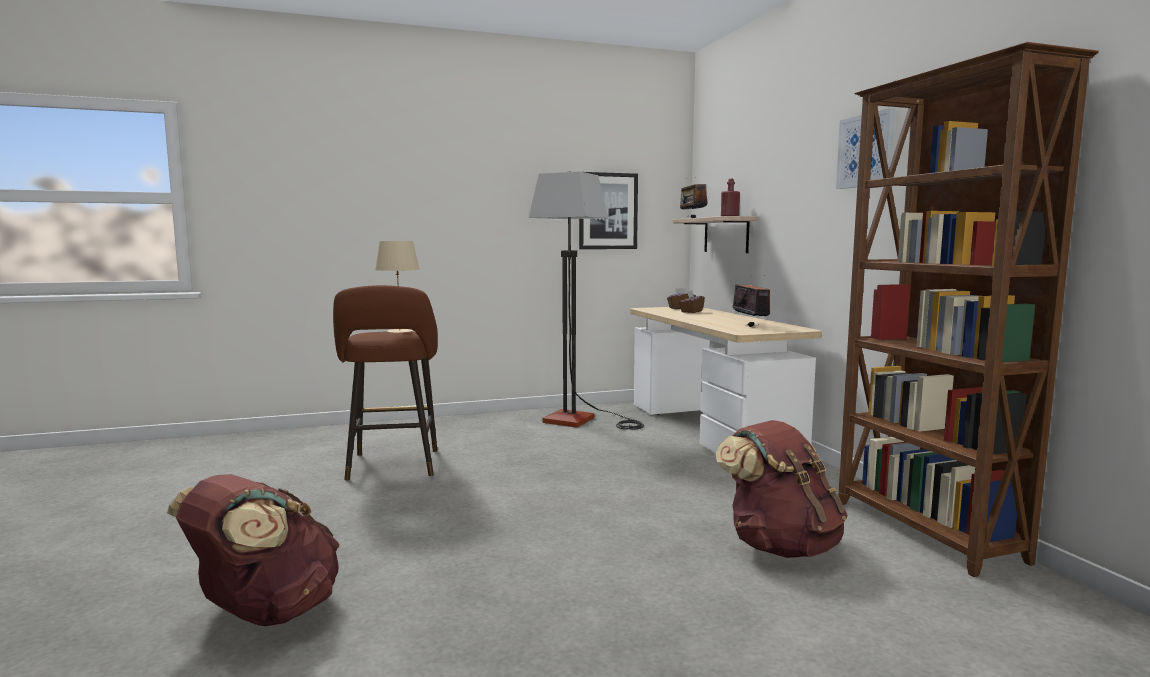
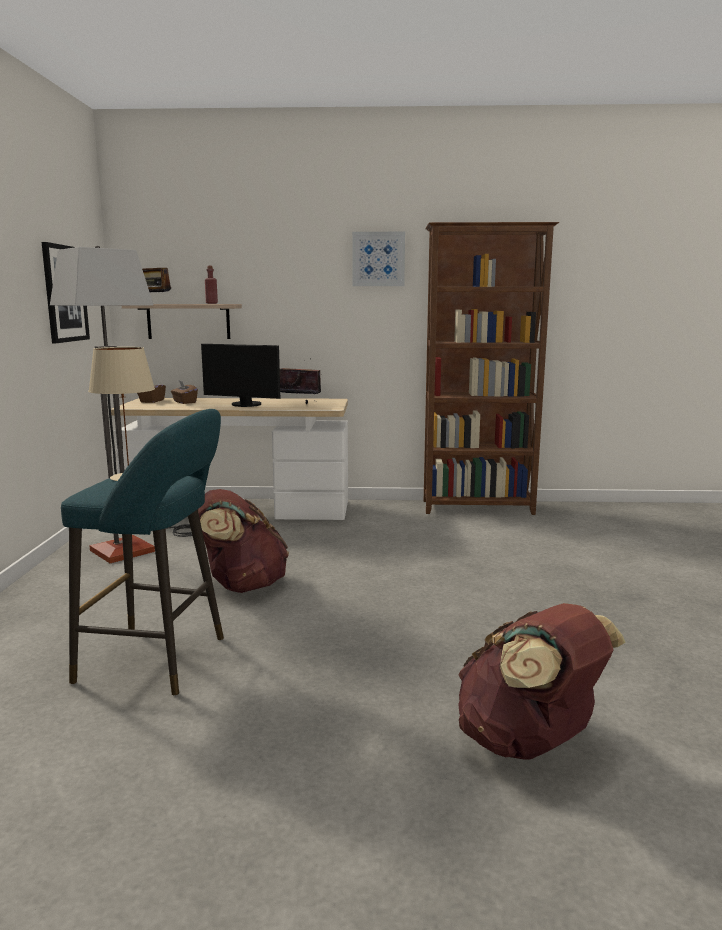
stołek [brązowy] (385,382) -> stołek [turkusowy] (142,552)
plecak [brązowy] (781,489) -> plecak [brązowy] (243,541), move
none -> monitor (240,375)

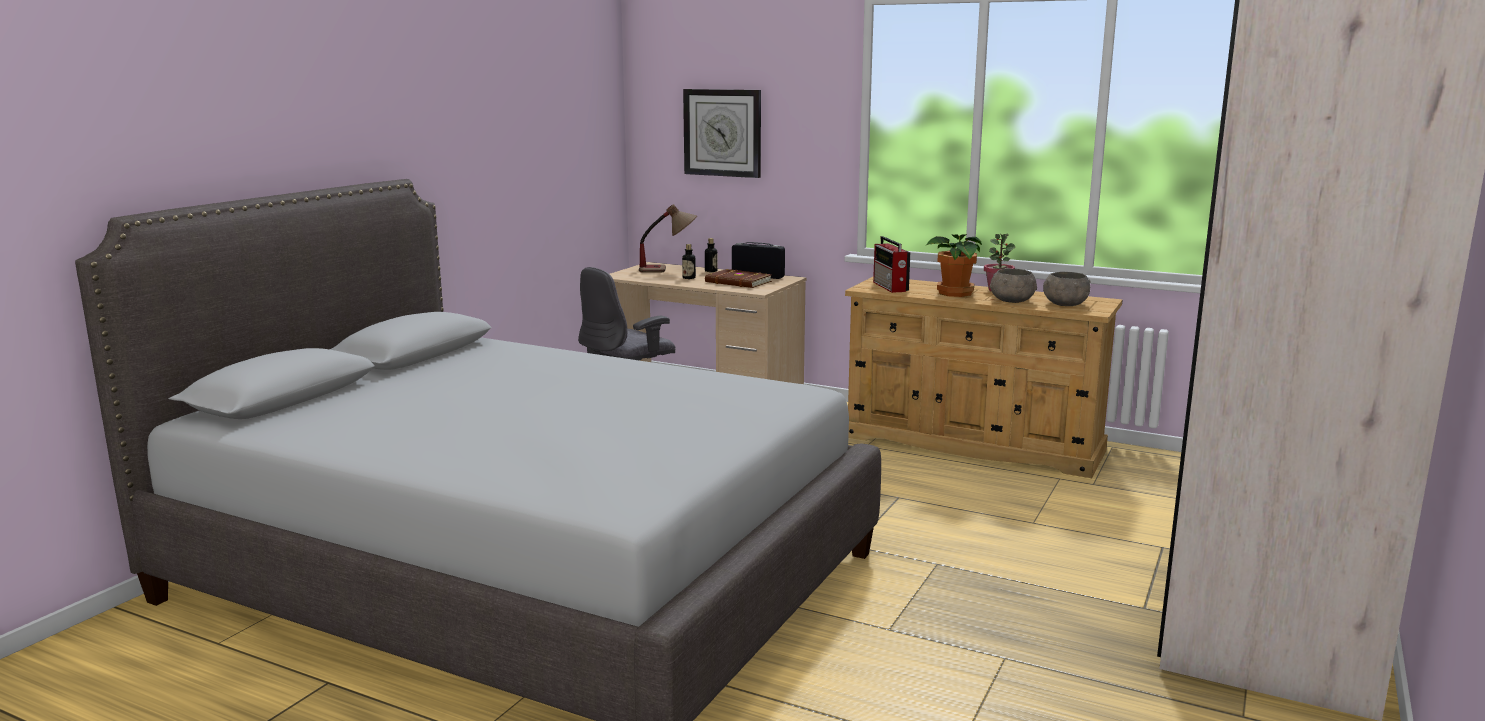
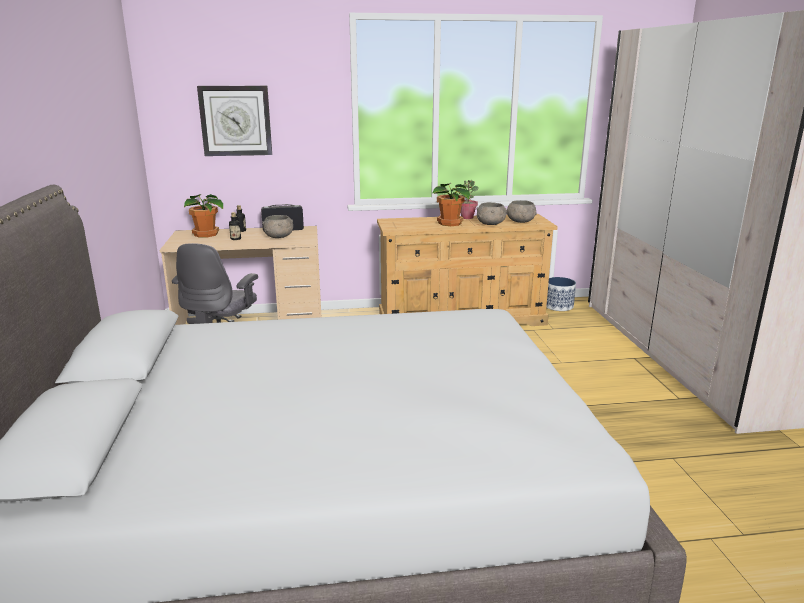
lampa stołowa (668,238) -> roślina doniczkowa (203,216)
książka [brązowy] (738,278) -> miska [szary] (277,226)
none -> donica (561,294)
radio (891,264) -> none

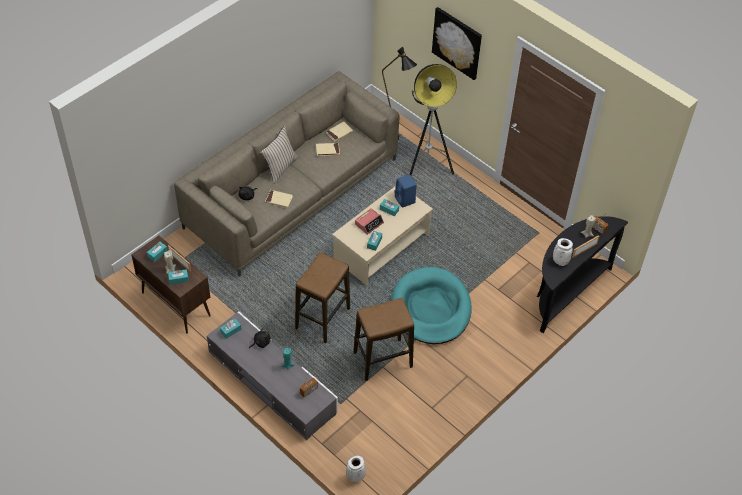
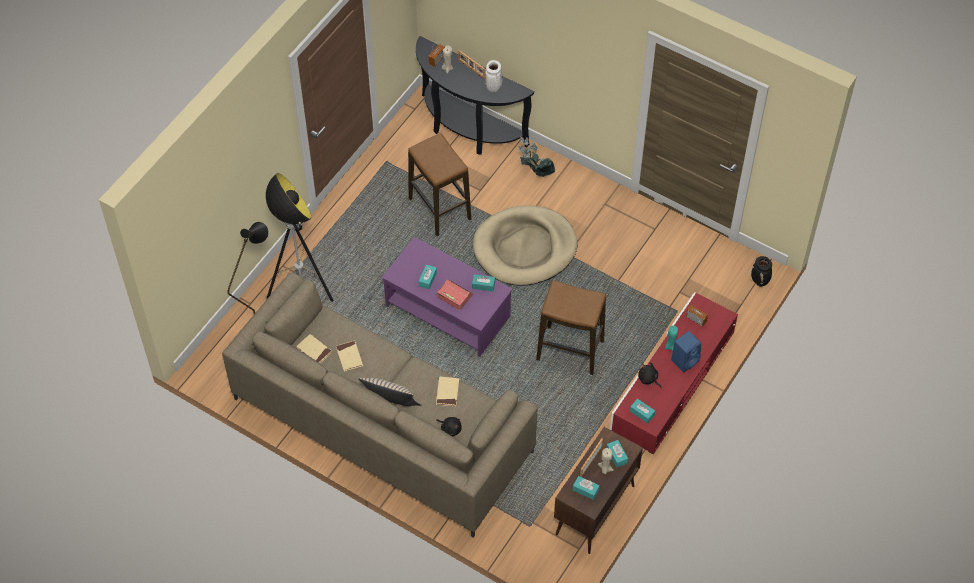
ława [beżowy] (382,236) -> ława [fioletowy] (447,297)
stołek (383,339) -> stołek (439,184), move
legowisko [turkusowy] (432,305) -> legowisko [beżowy] (525,245)
none -> roślina doniczkowa (536,157)
szafka pod telewizor [szary] (272,375) -> szafka pod telewizor [czerwony] (674,373)
głośnik [niebieski] (406,191) -> głośnik [niebieski] (686,351), move
wazon [biały] (356,469) -> wazon [czarny] (761,271)
obraz (457,43) -> none

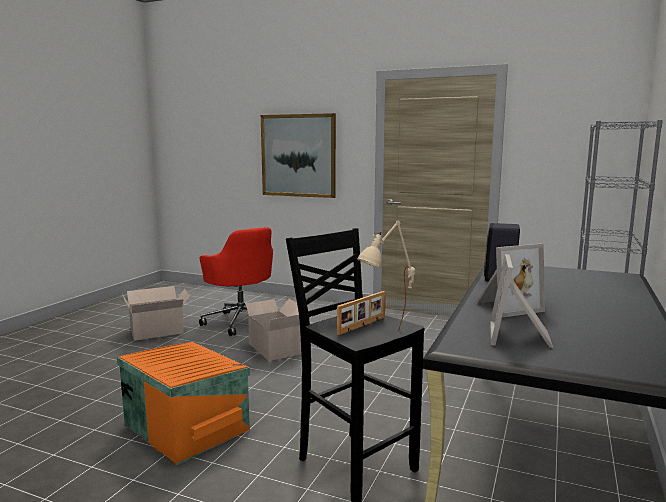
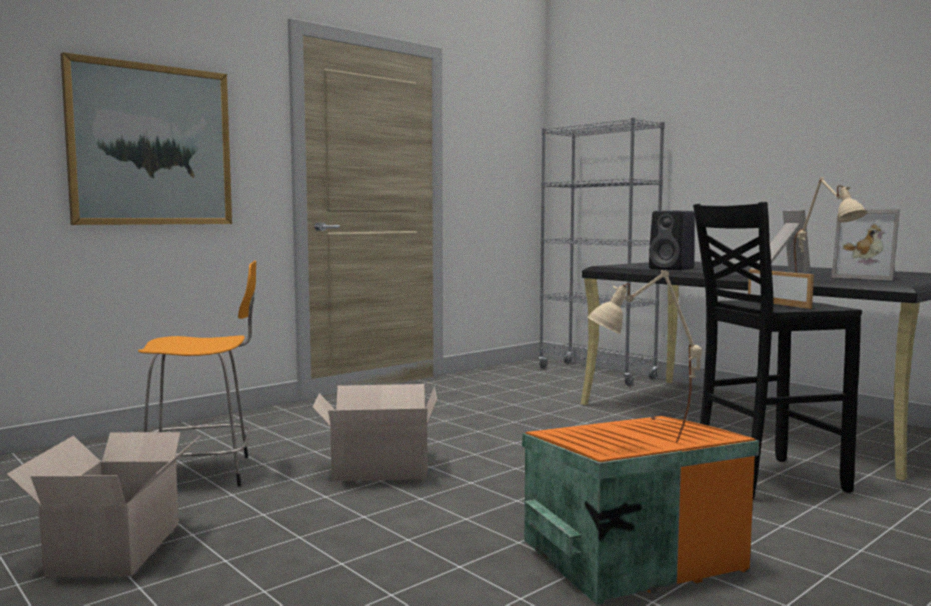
krzesło biurowe [czerwony] (236,281) -> stołek [pomarańczowy] (197,374)
none -> lampa stołowa [beżowy] (644,356)

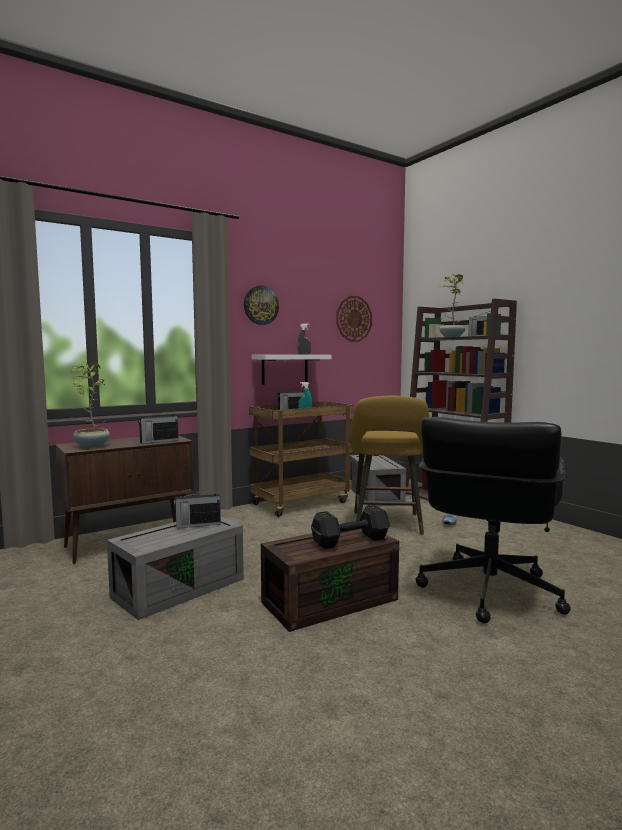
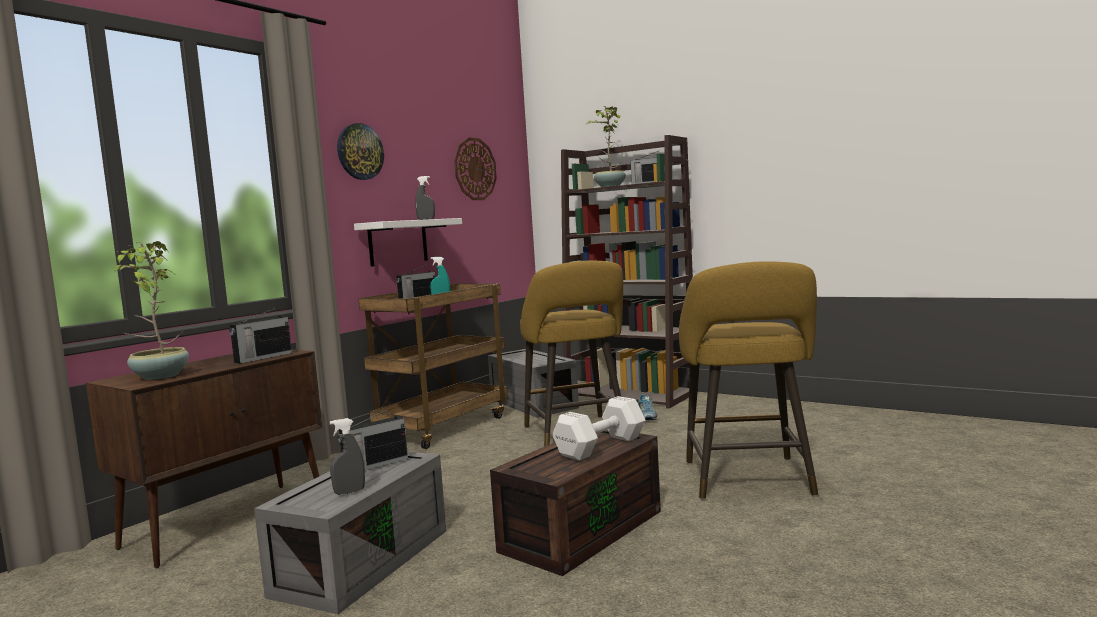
none -> spryskiwacz [szary] (347,456)
hantel [czarny] (350,527) -> hantel [biały] (599,428)
krzesło biurowe [czarny] (493,520) -> stołek [żółty] (748,380)

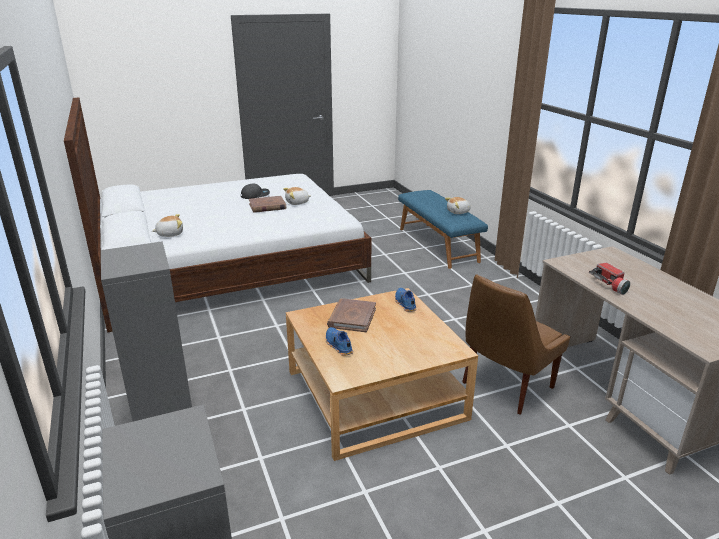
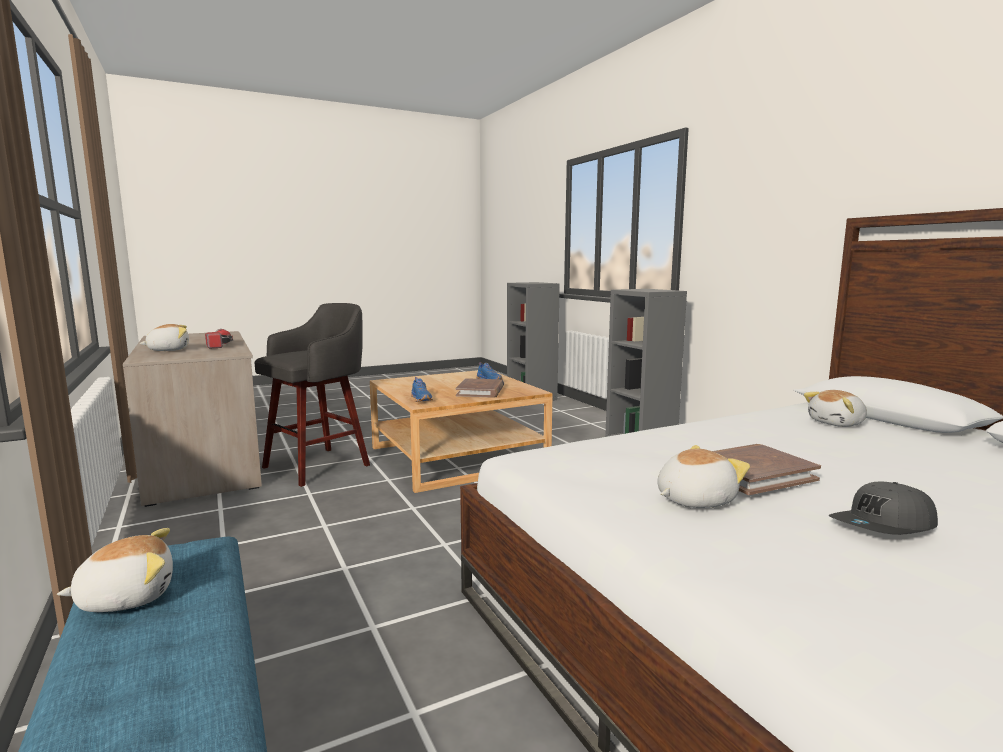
none -> pluszak (164,337)
krzesło [brązowy] (516,344) -> stołek [szary] (312,395)

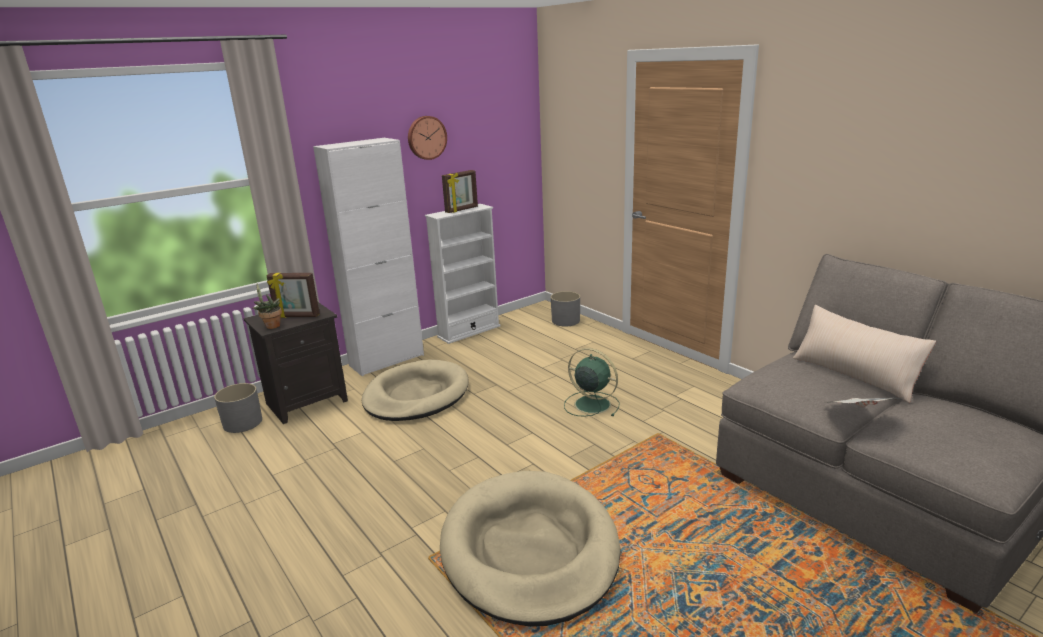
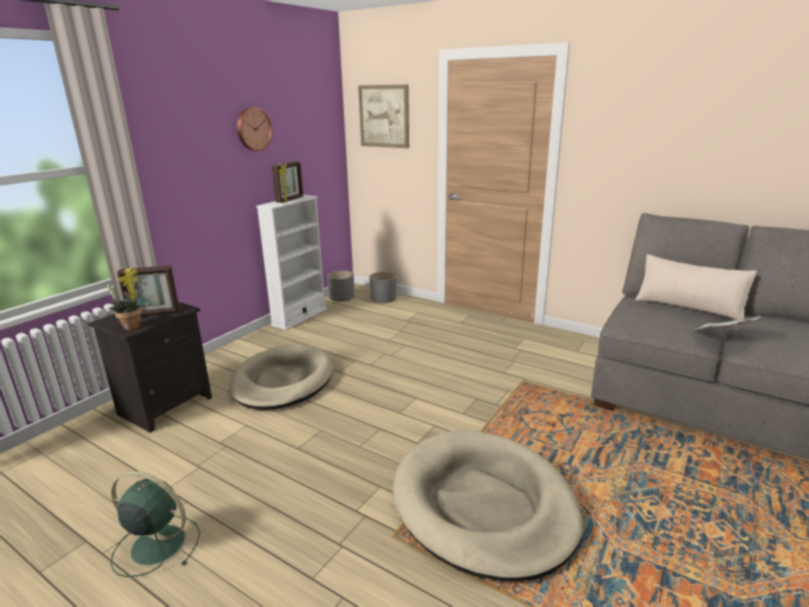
wentylator [zielony] (592,382) -> wentylator [zielony] (155,524), move
donica [szary] (238,408) -> donica [szary] (340,286), move
none -> obraz (383,116)
szafka [biały] (368,257) -> none

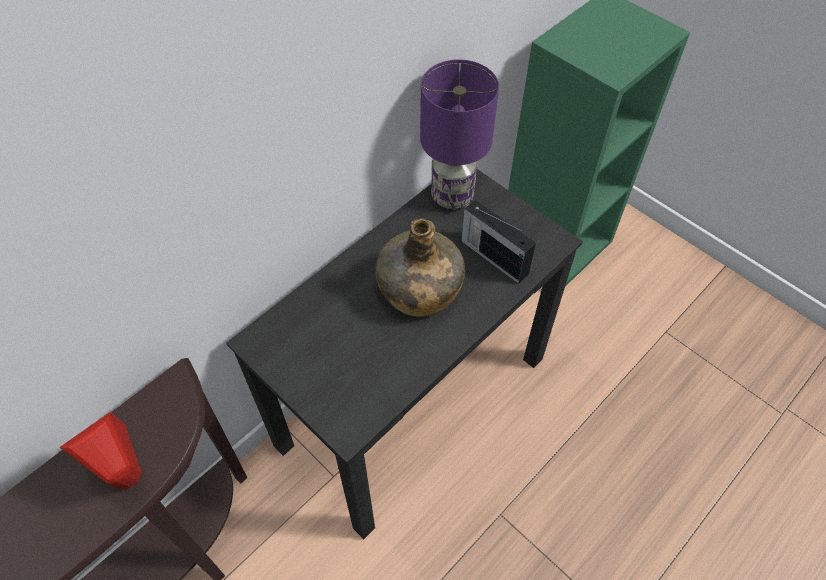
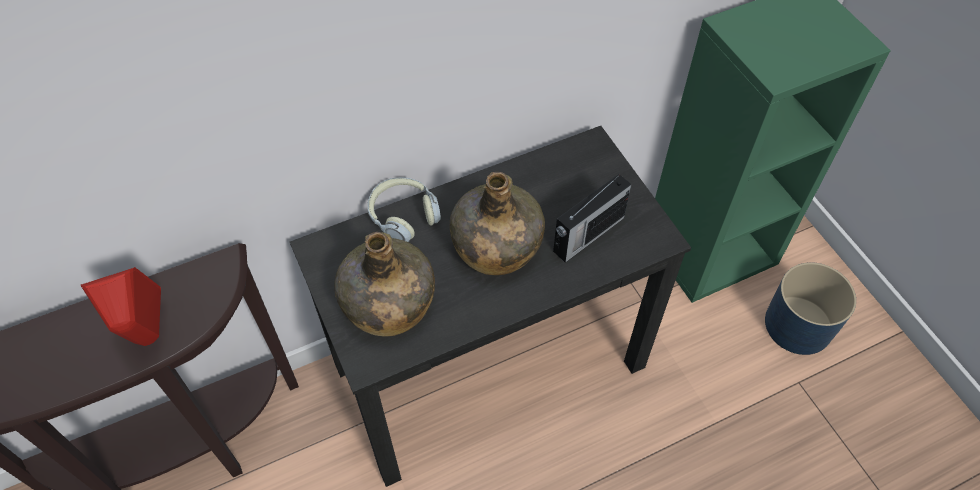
none -> butelka [zielony] (384,284)
none -> słuchawki (404,209)
radio (498,242) -> radio (592,218), 105 degrees counterclockwise
none -> donica [niebieski] (810,308)
lampa stołowa [fioletowy] (459,134) -> none

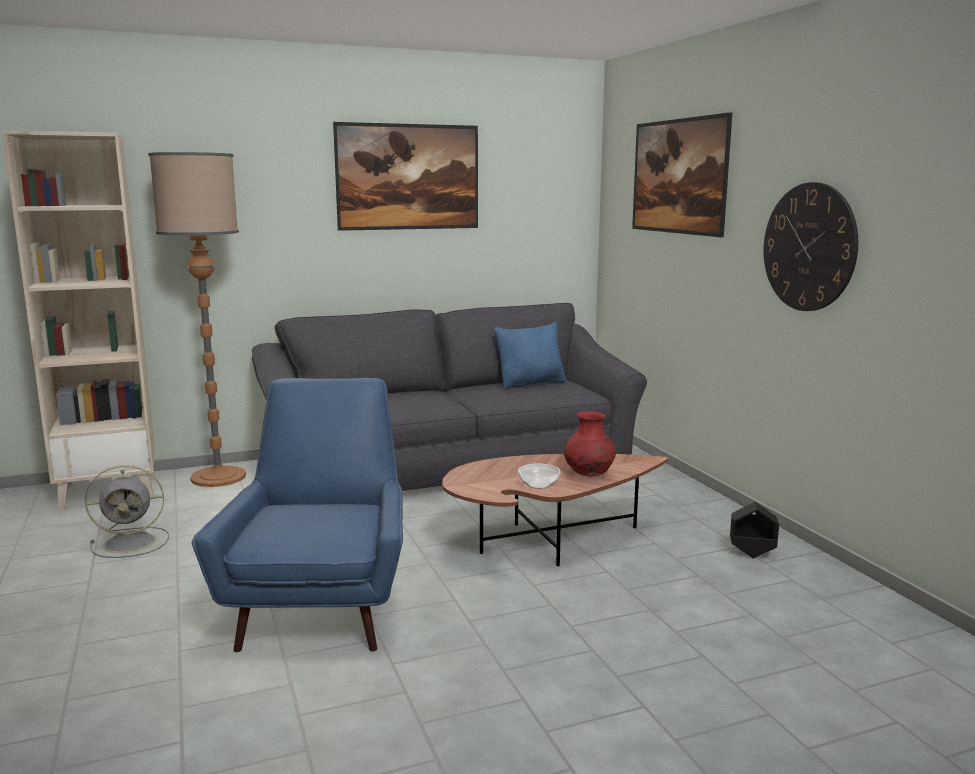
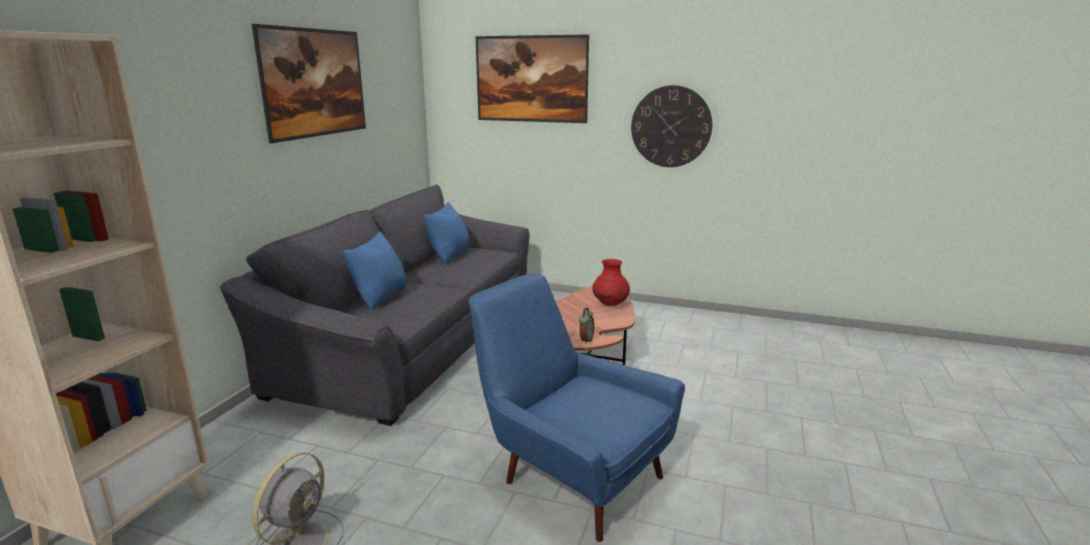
none -> poduszka [niebieski] (374,270)
none -> budzik (586,326)
lampa stojąca (197,319) -> none
miska (539,476) -> none
donica [czarny] (754,530) -> none

